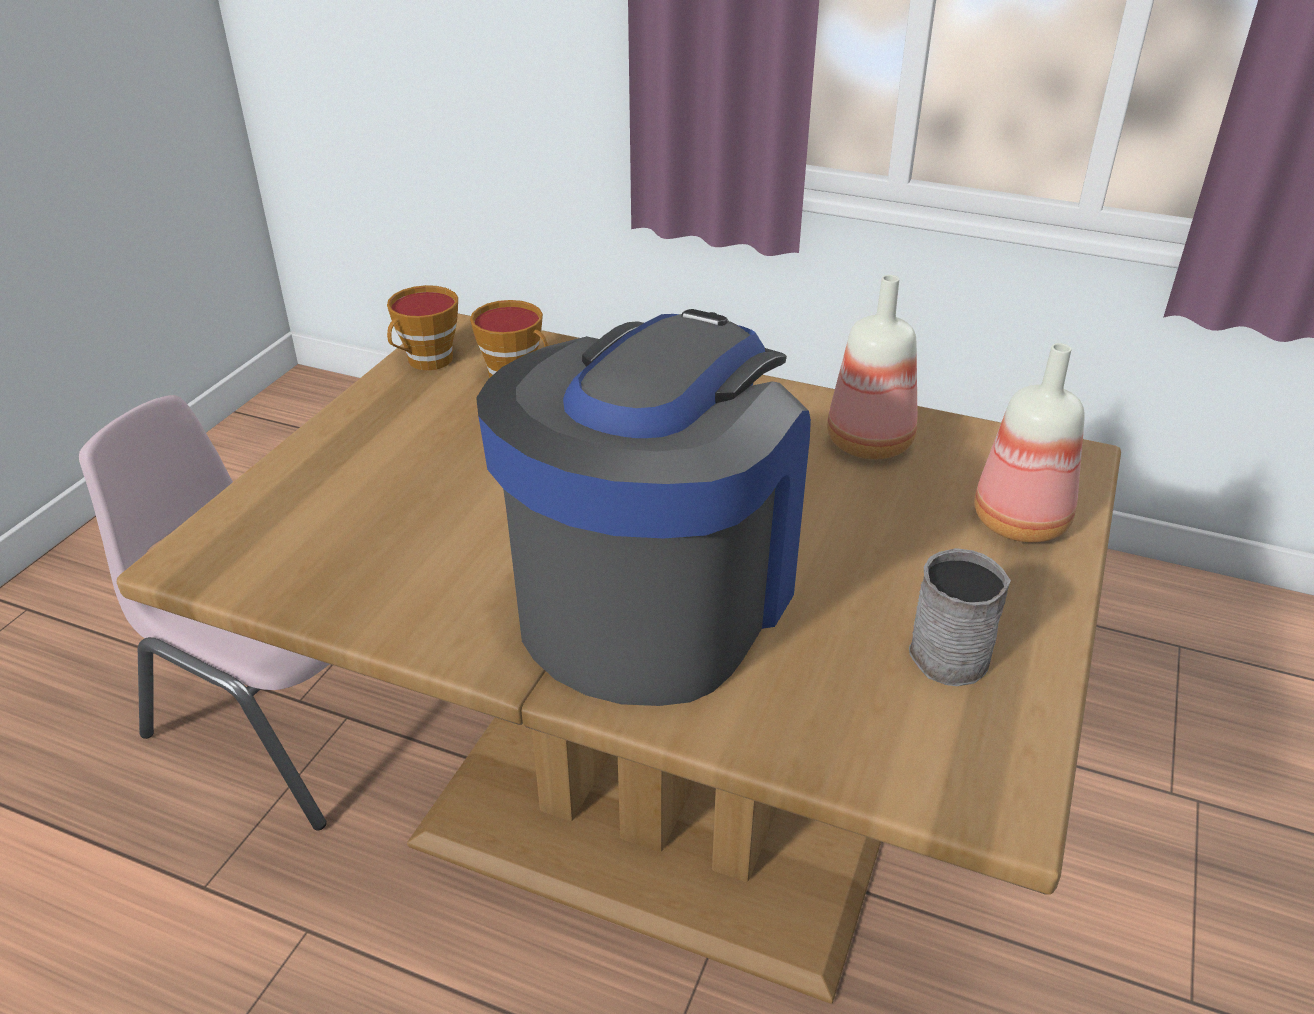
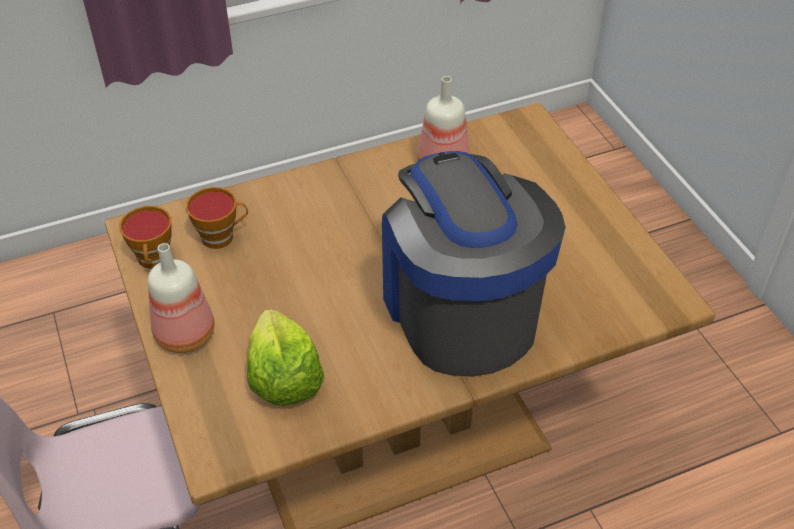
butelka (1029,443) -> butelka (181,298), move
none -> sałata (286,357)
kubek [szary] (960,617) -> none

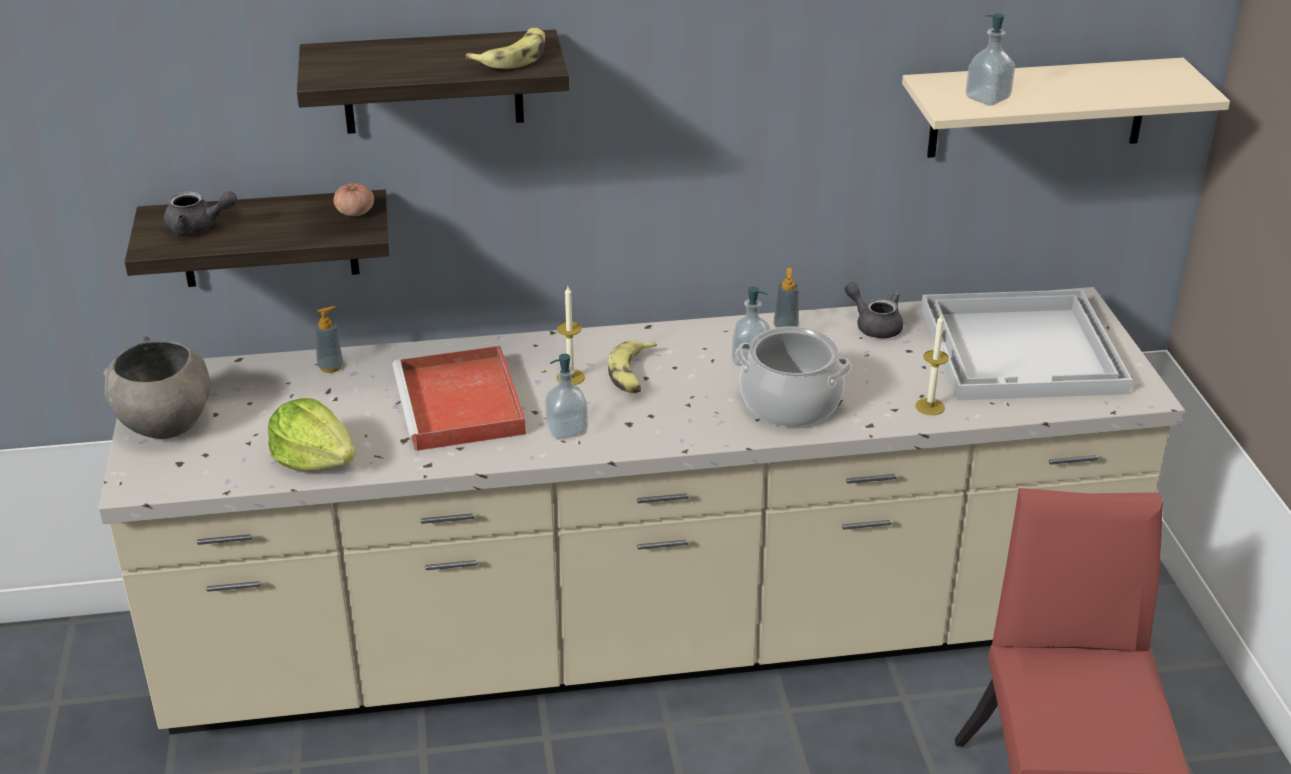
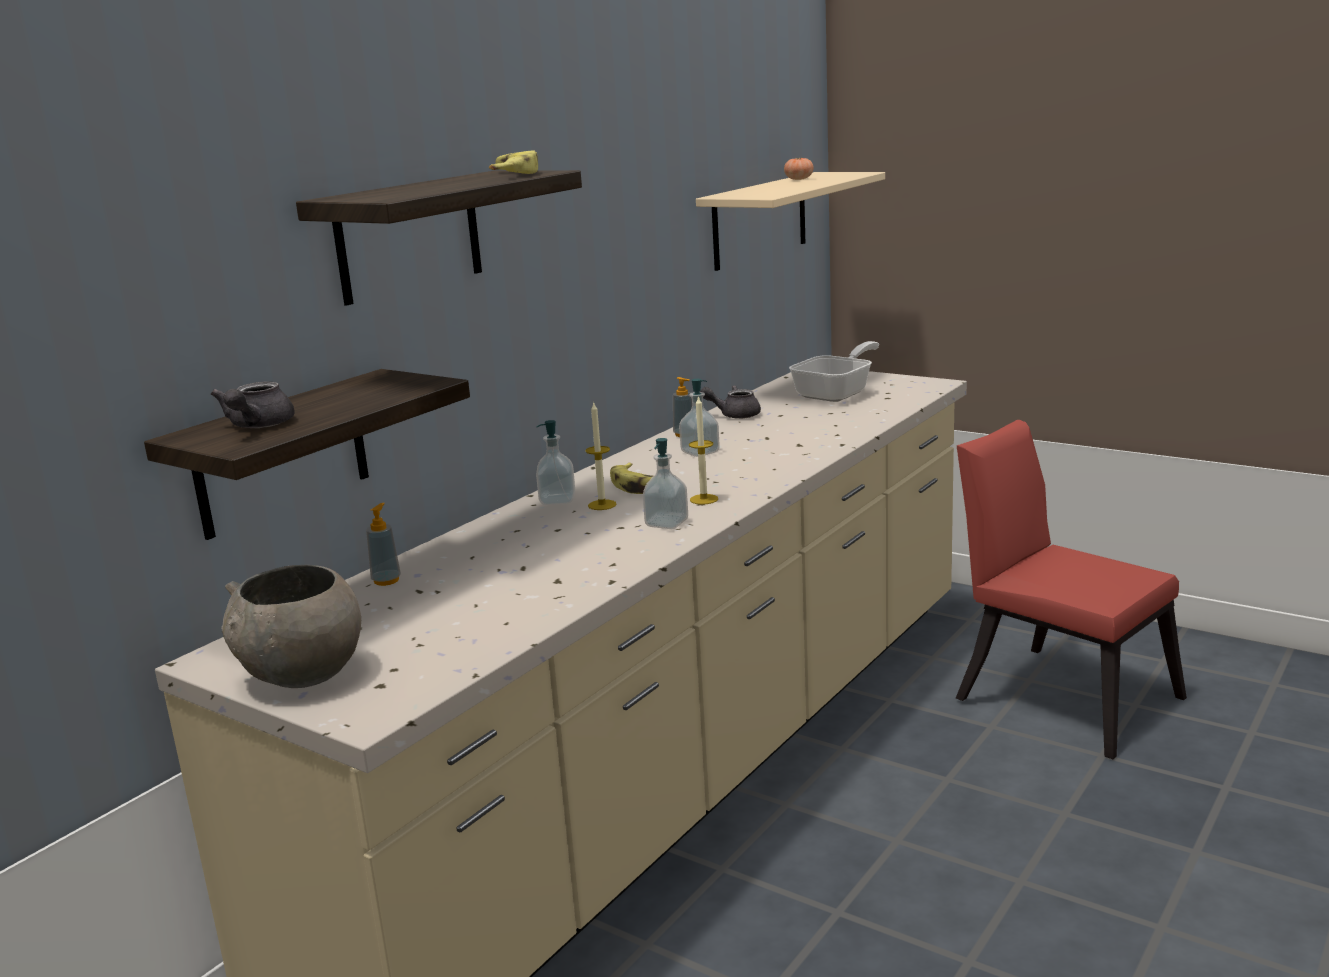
imbryk [szary] (200,212) -> imbryk [szary] (253,404), 135 degrees clockwise
dozownik mydła (990,59) -> dozownik mydła (555,462), move
świeca (932,364) -> świeca (703,450), move
pomidor (354,199) -> pomidor (799,169), move
taca [biały] (1026,345) -> patelnia (834,371)
sałata (312,434) -> none
taca [czerwony] (459,398) -> none
garnek (794,376) -> none

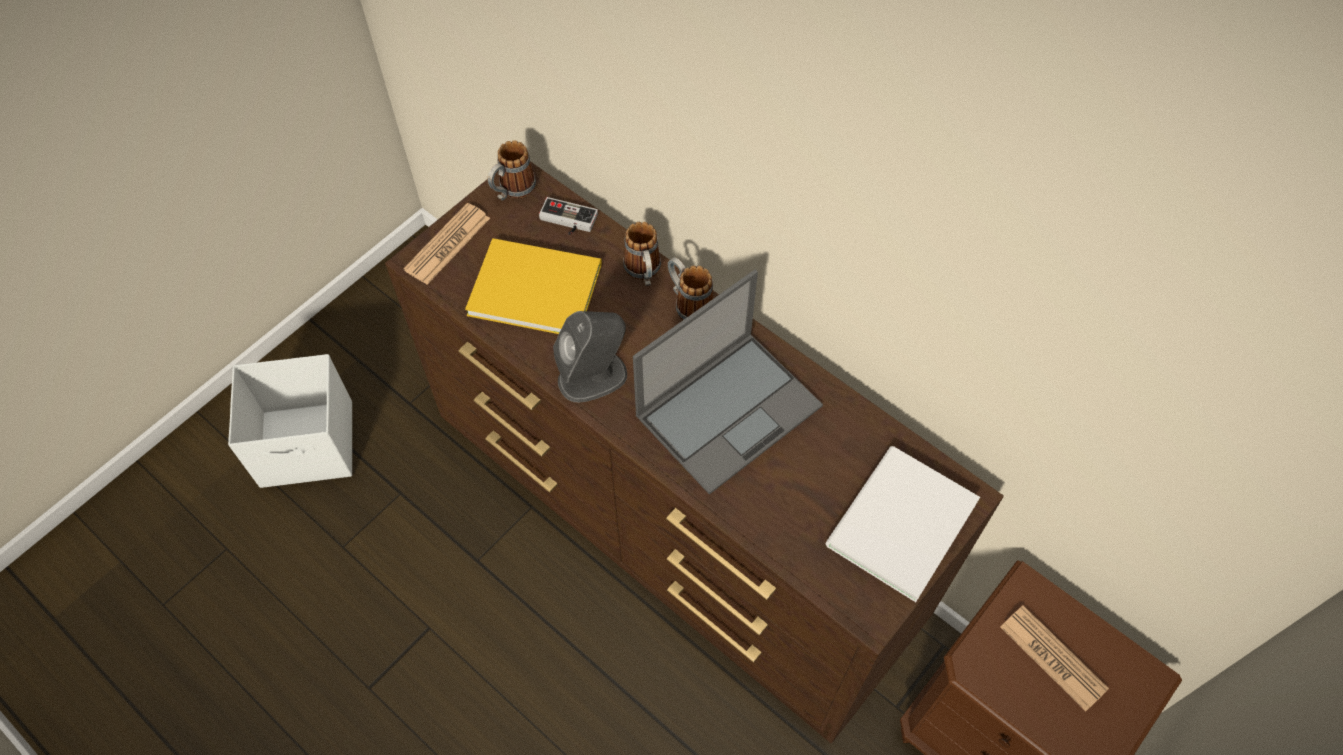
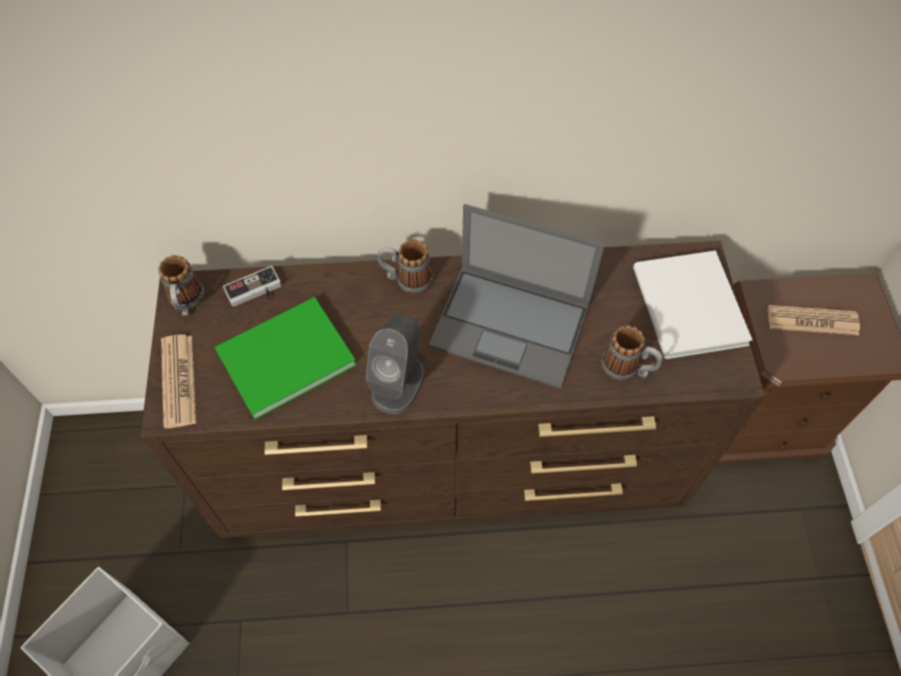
książka [żółty] (533,286) -> książka [zielony] (286,358)
laptop (728,382) -> laptop (517,296), 105 degrees clockwise
kubek (642,254) -> kubek (632,353), move

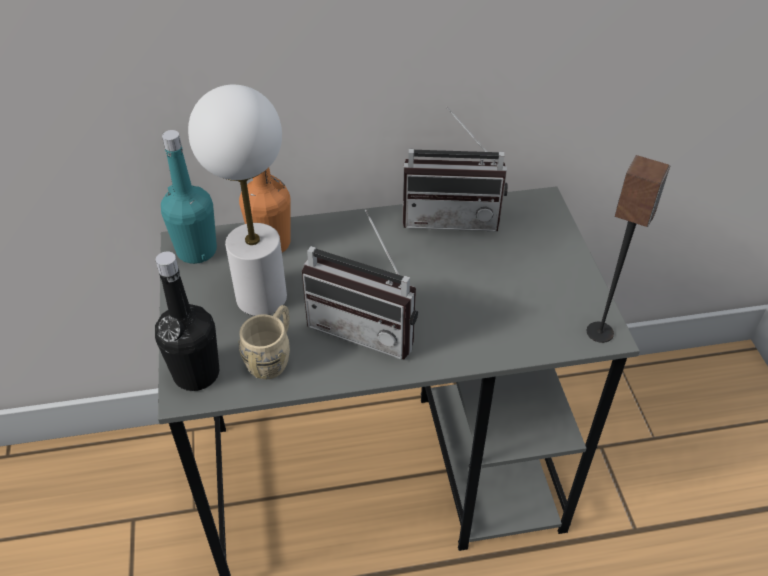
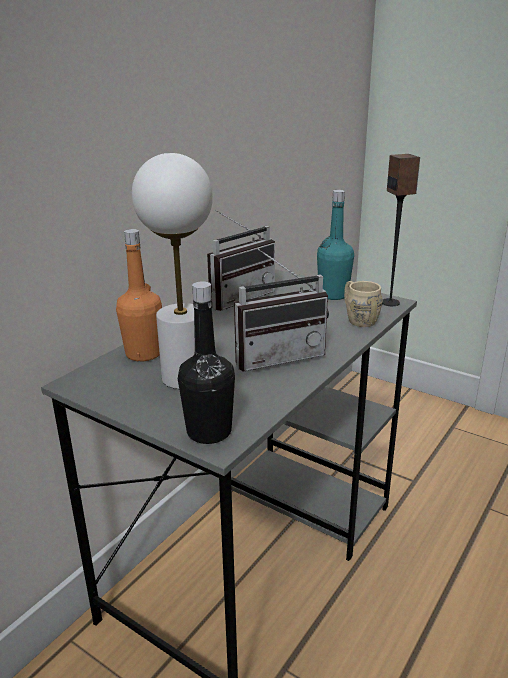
butelka [turkusowy] (189,197) -> butelka [turkusowy] (335,245), move
kubek [beżowy] (264,342) -> kubek [beżowy] (363,304), move

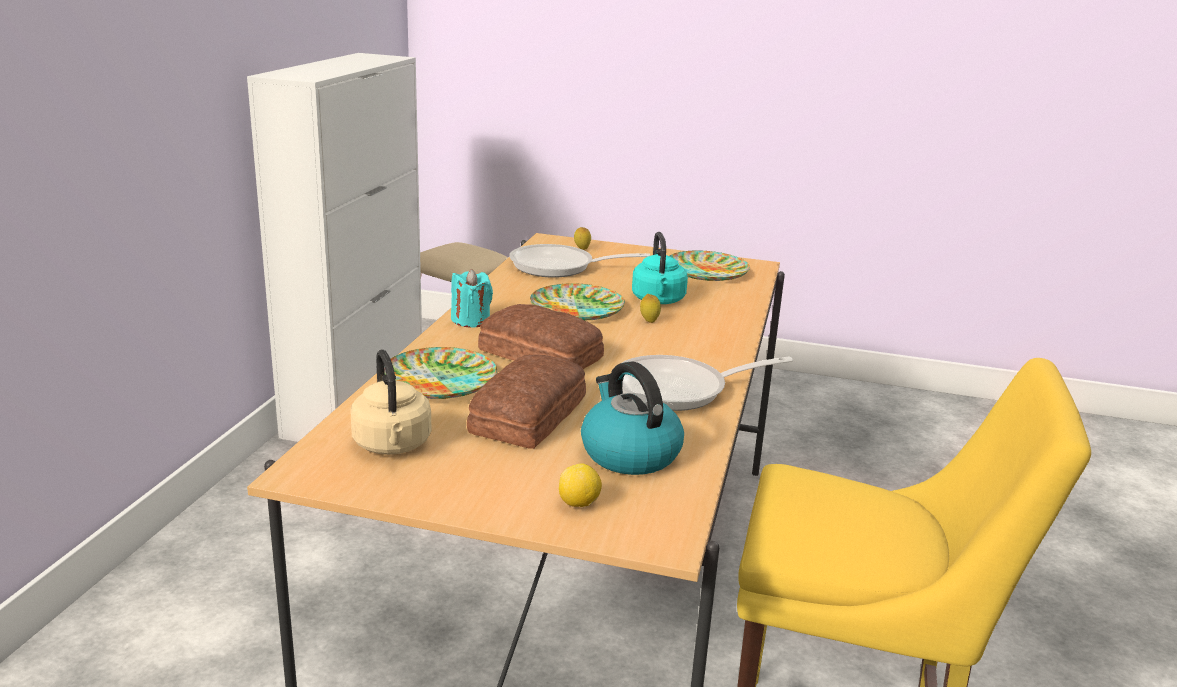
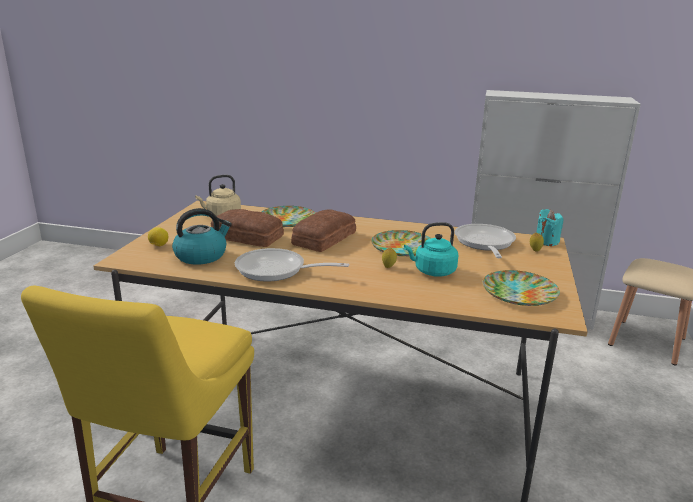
patelnia (707,383) -> patelnia (292,265), 60 degrees counterclockwise
świeca [turkusowy] (472,298) -> świeca [turkusowy] (549,227), move

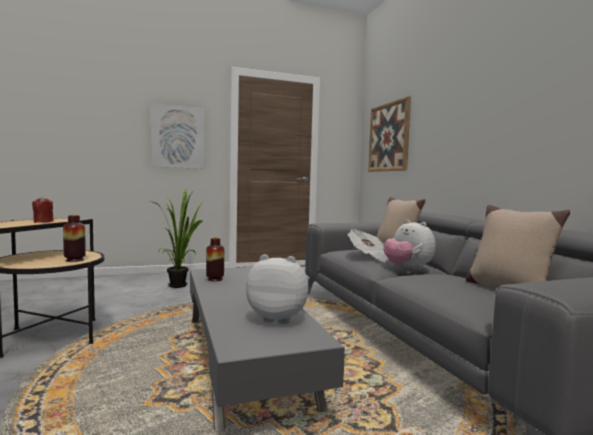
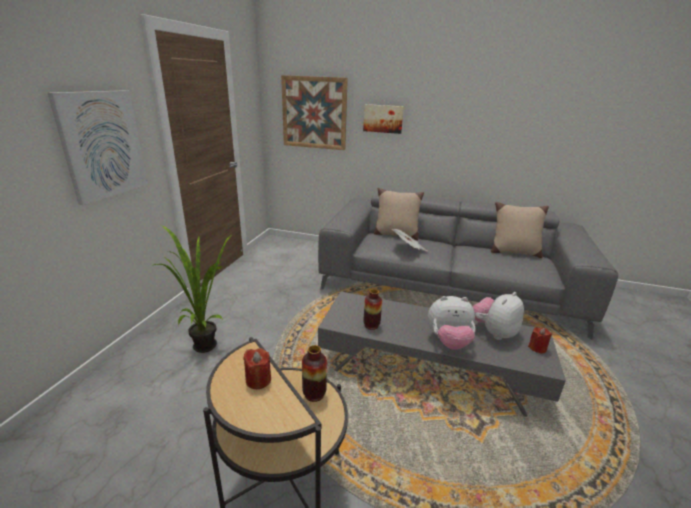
none -> obraz (383,119)
pluszak (409,245) -> pluszak (452,323), move
none -> świeca [czerwony] (540,340)

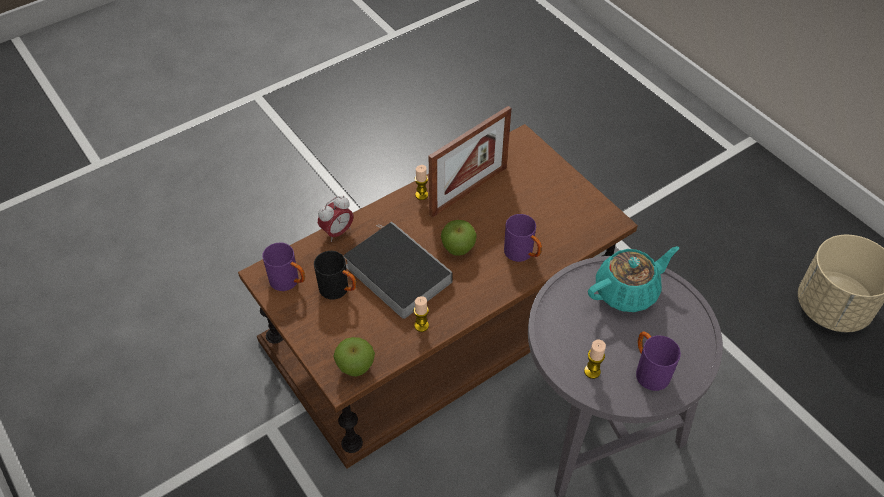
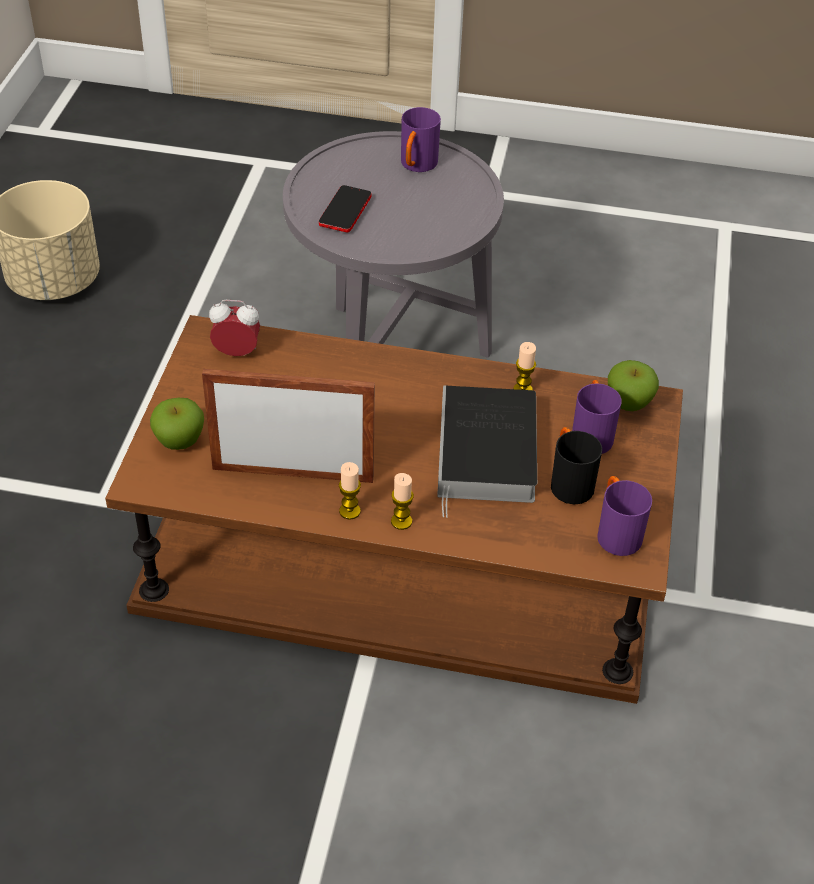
jabłko (459,238) -> jabłko (177,424), move
budzik (335,219) -> budzik (234,328), move
imbryk [turkusowy] (633,279) -> telefon (345,209)
świeca (595,359) -> świeca (402,501), move
kubek [fioletowy] (523,238) -> kubek [fioletowy] (597,417), move

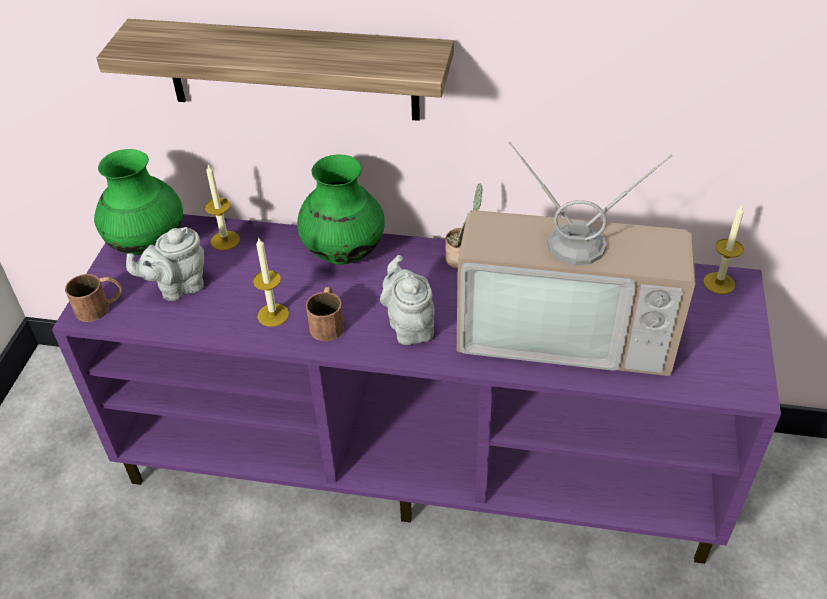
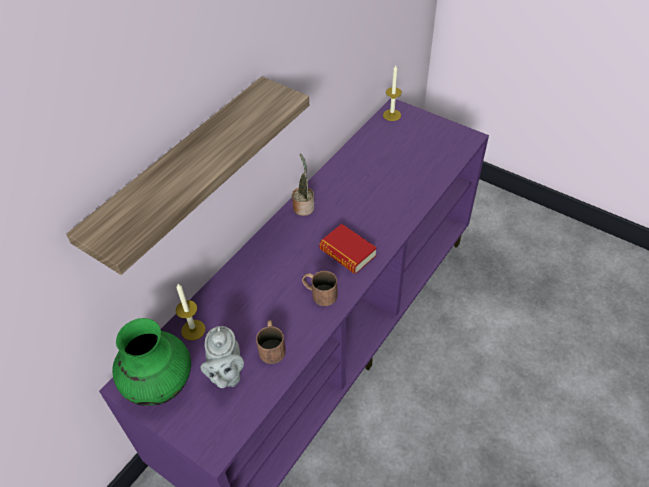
kubek [brązowy] (93,298) -> kubek [brązowy] (270,342), move
imbryk [szary] (407,300) -> książka (348,249)
świeca (271,282) -> none
wazon [zielony] (341,209) -> none
telewizor (576,258) -> none

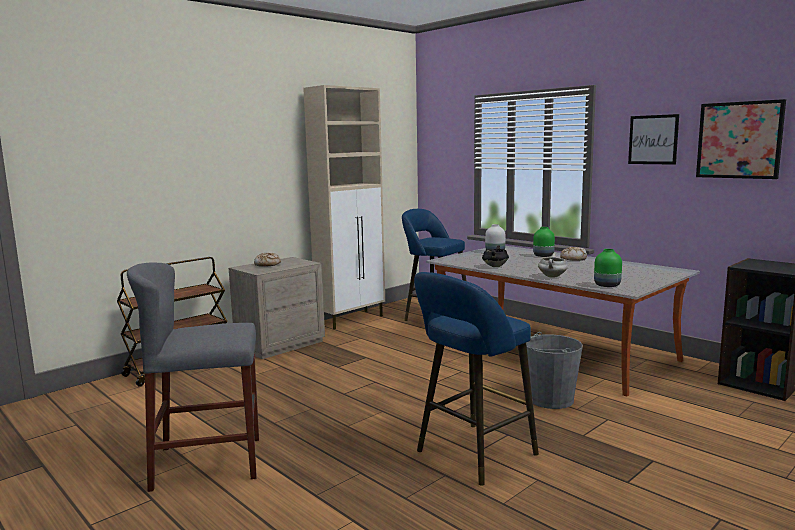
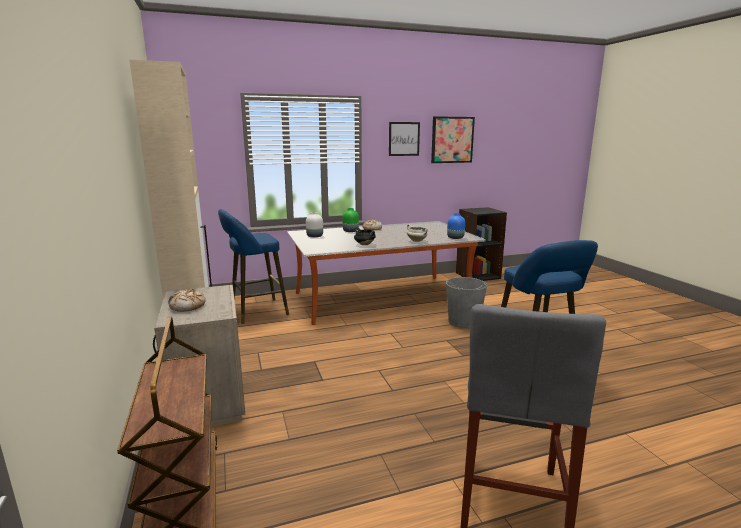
wazon [zielony] (608,268) -> wazon [niebieski] (456,226)

